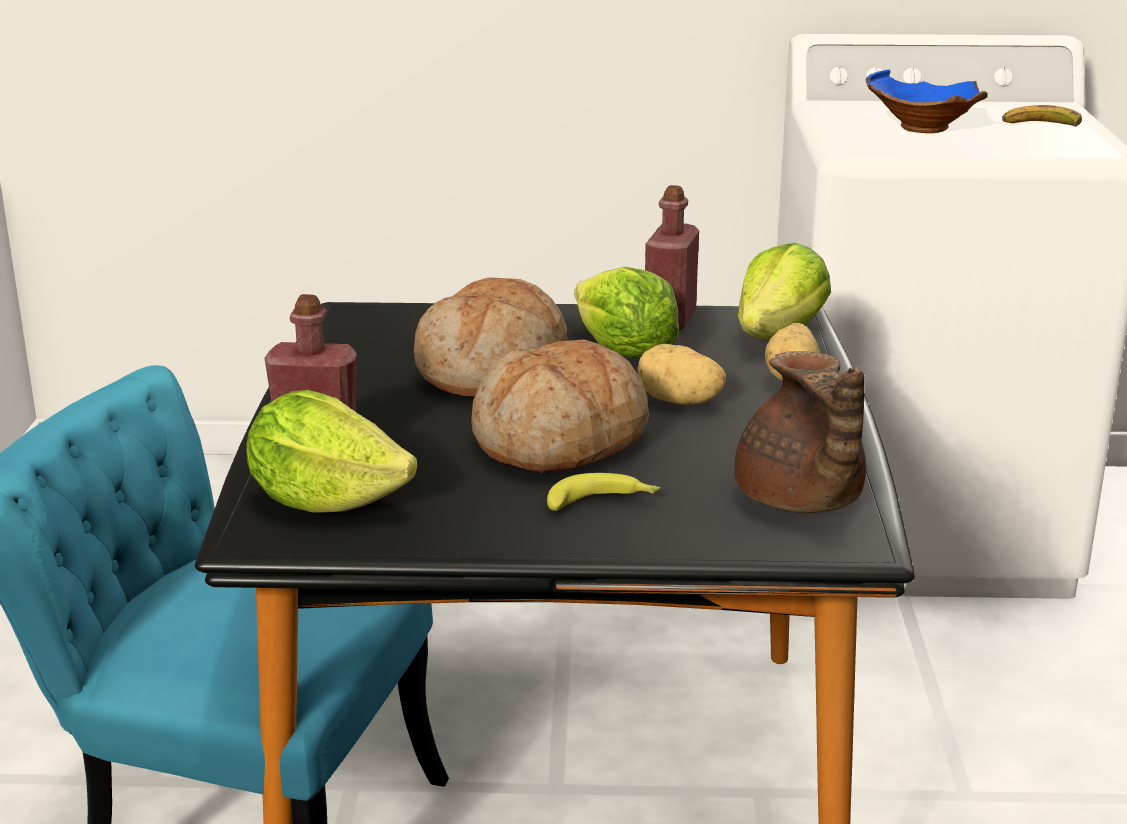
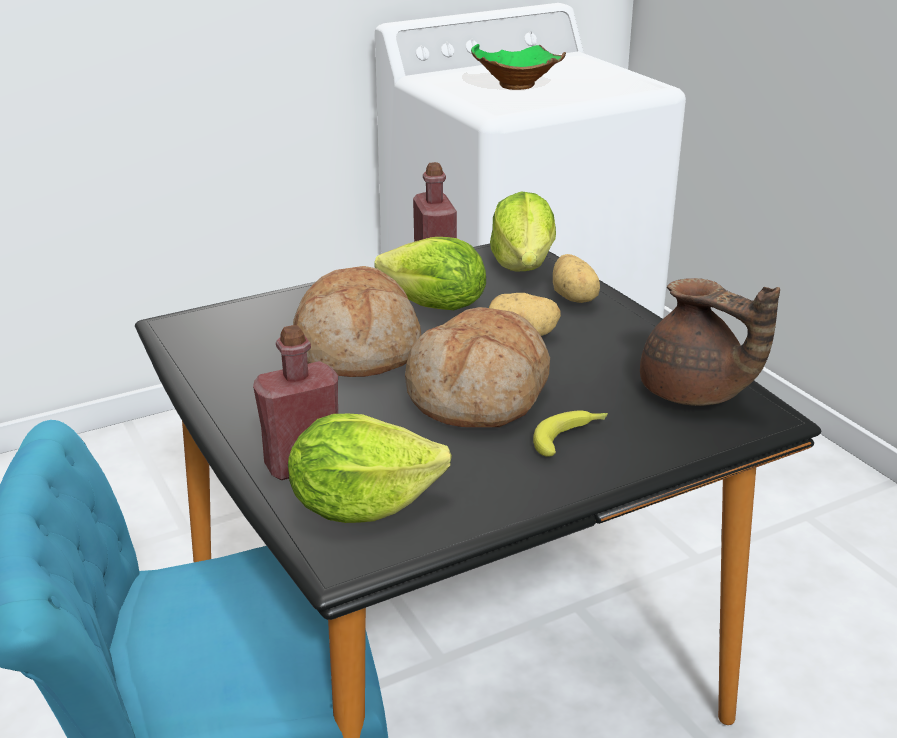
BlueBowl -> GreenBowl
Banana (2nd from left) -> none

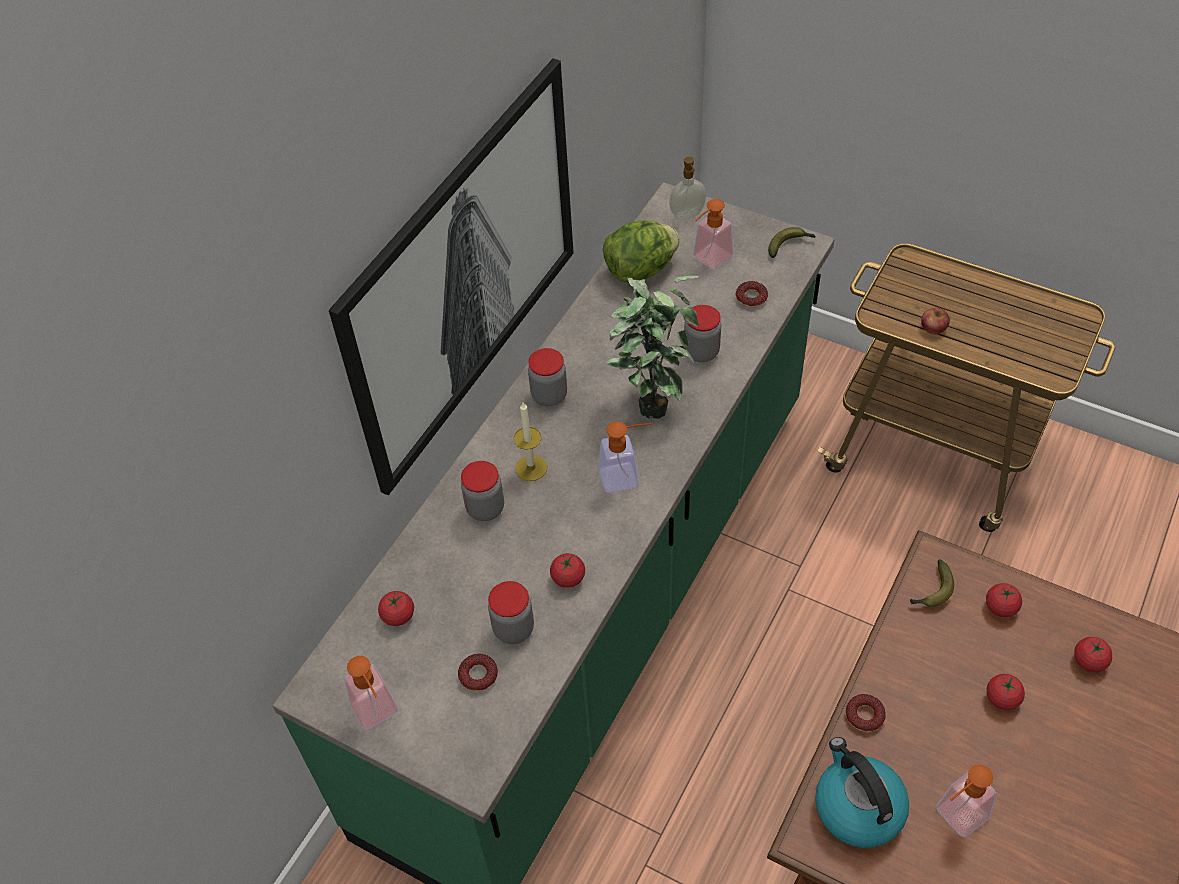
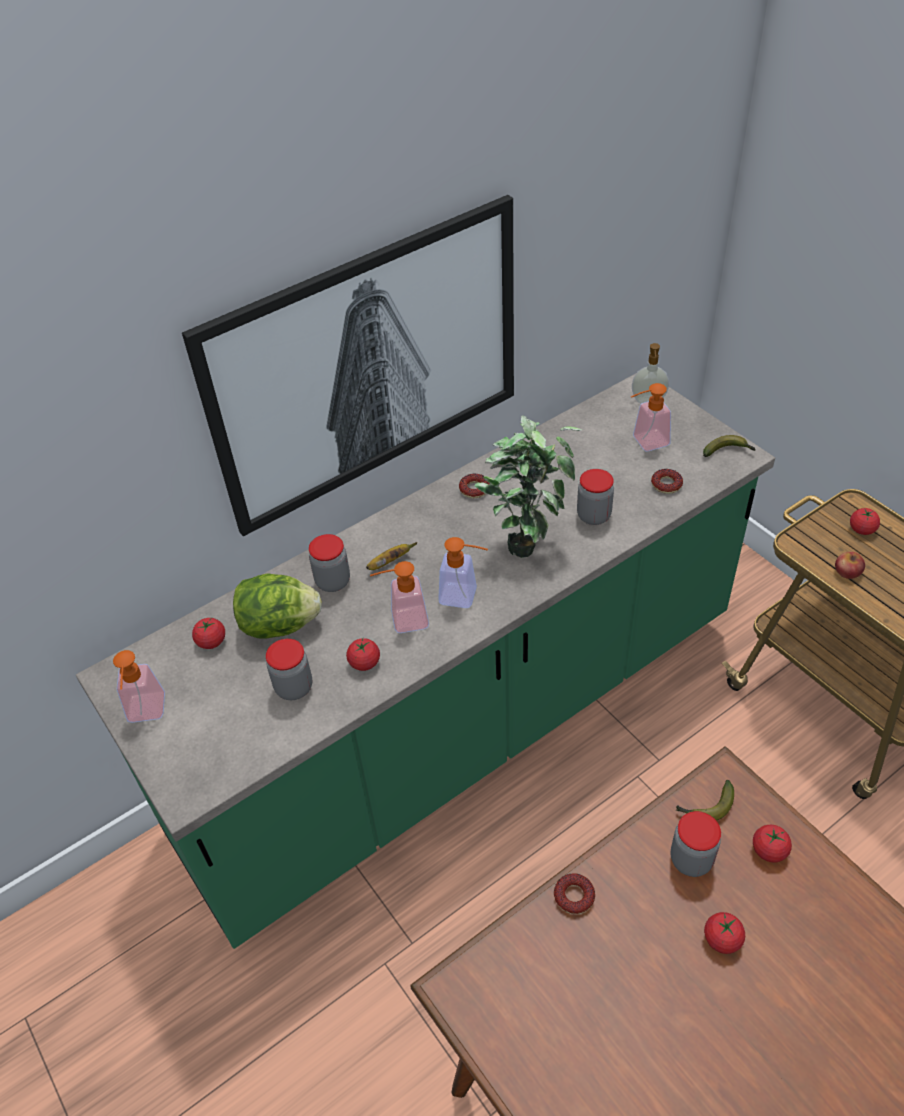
Lettuce, moved
Candle -> Banana (1st from left)
SoapDispenser (5th from left in the first image) -> SoapDispenser (2nd from left), moved
Donut (1st from left), moved
Jar (3rd from left in the first image) -> Jar (4th from left), moved
Tomato (5th from left), moved
Kettle -> none

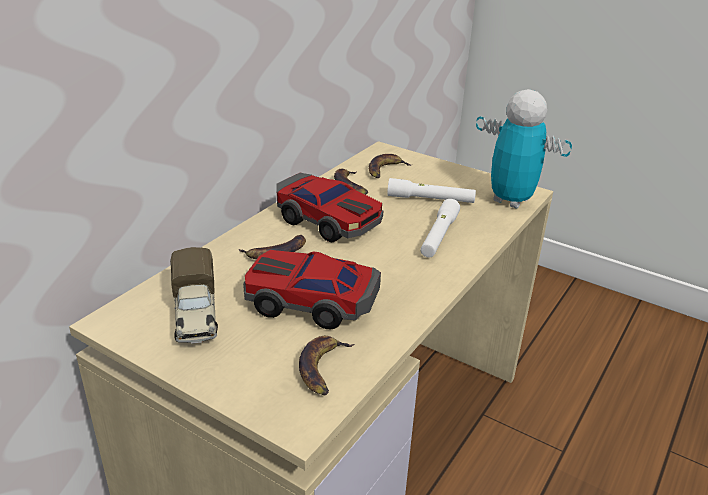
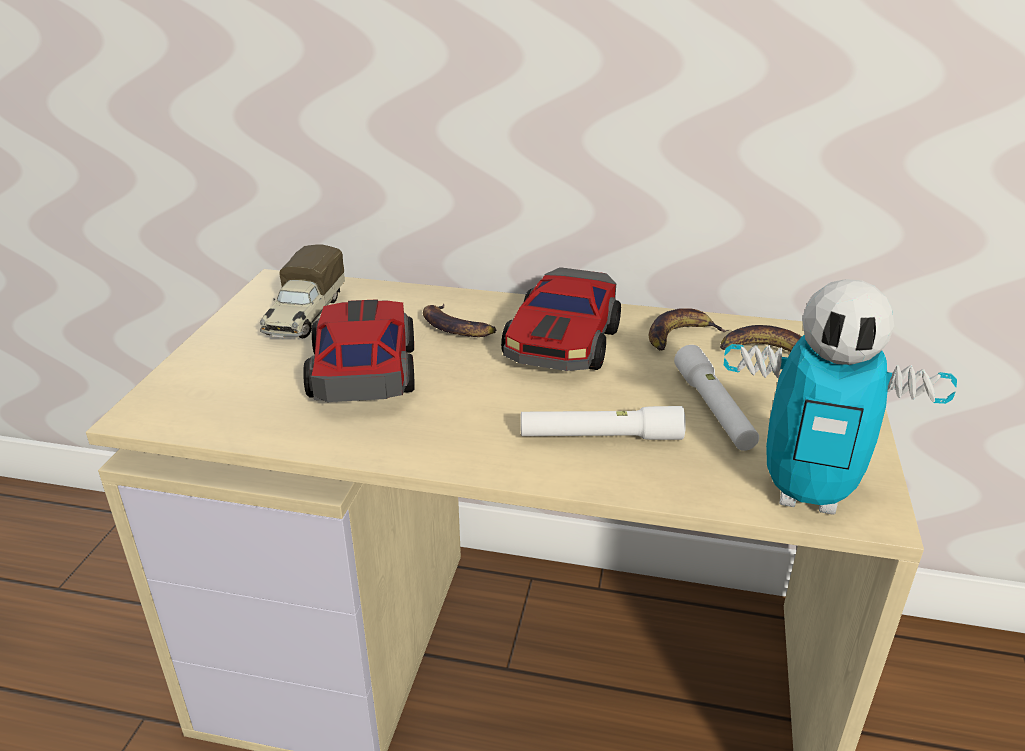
ToyTruck, 45 degrees counterclockwise
ToyRobot, 90 degrees clockwise
Banana (2nd from left) -> none

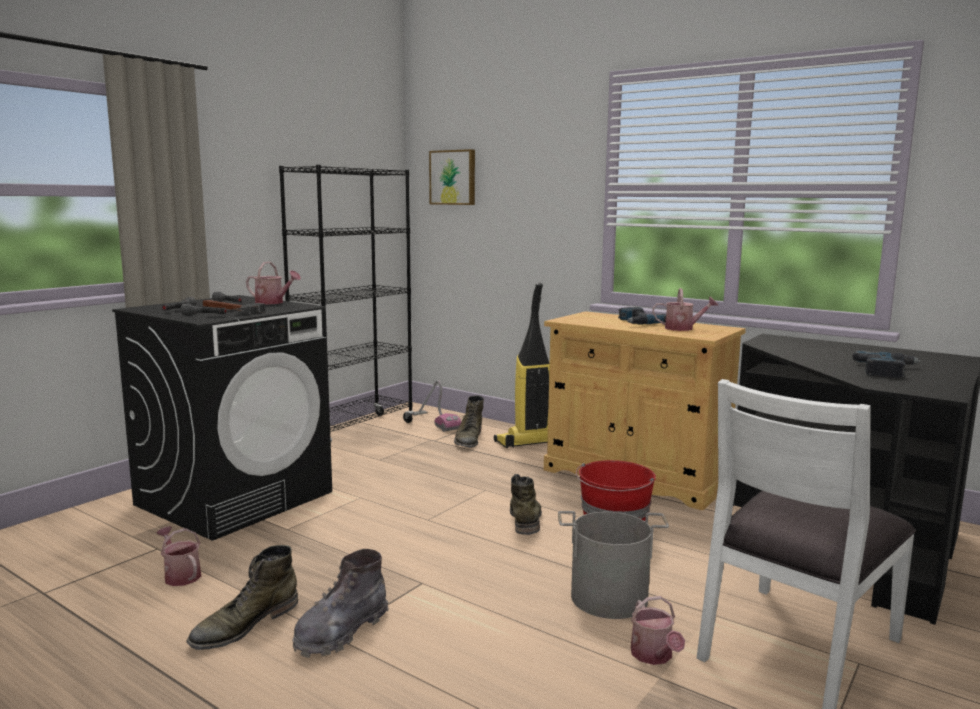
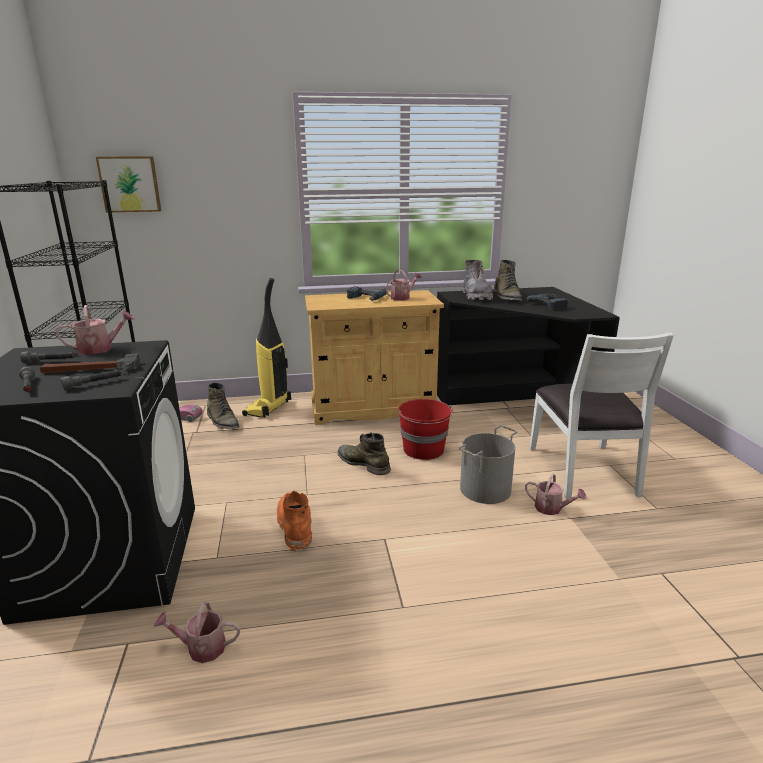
none -> OrangeBoot
GreyBoot, moved
GreenBoot (1st from left in the first image) -> GreenBoot (3rd from left), moved

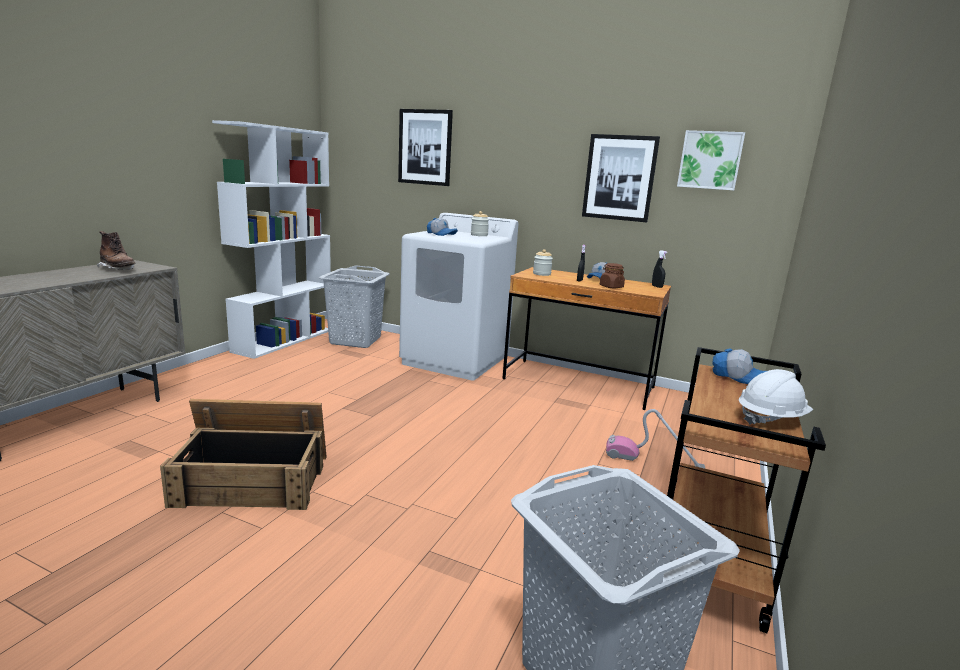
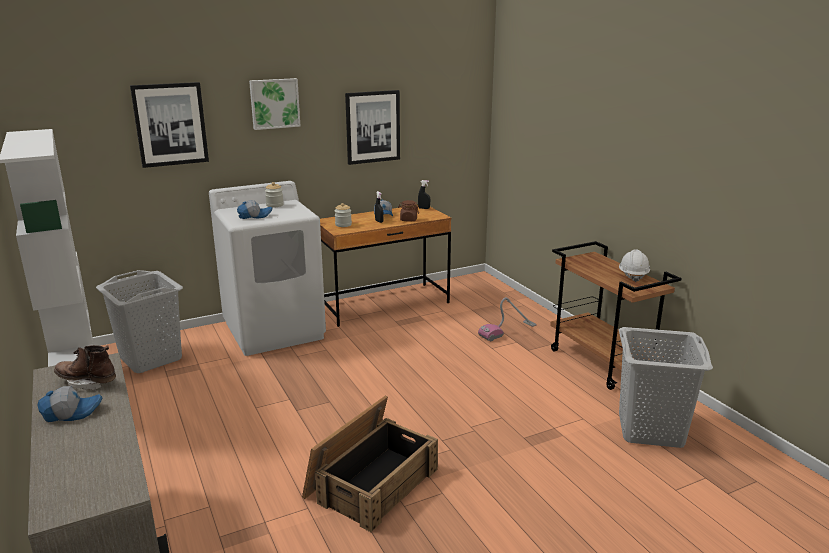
Cap (3rd from left in the first image) -> Cap (1st from left), moved
BrownBoot, 150 degrees counterclockwise
Picture (3rd from left in the first image) -> Picture (2nd from left), moved

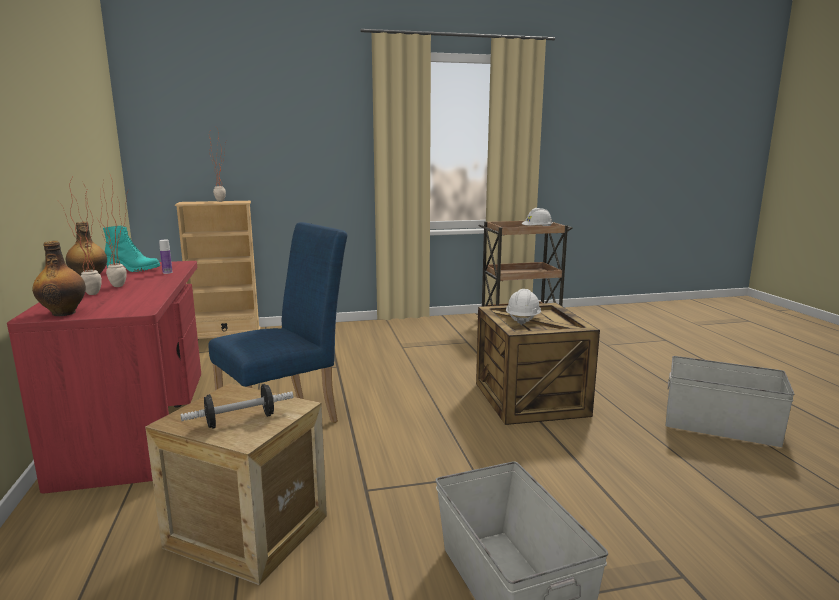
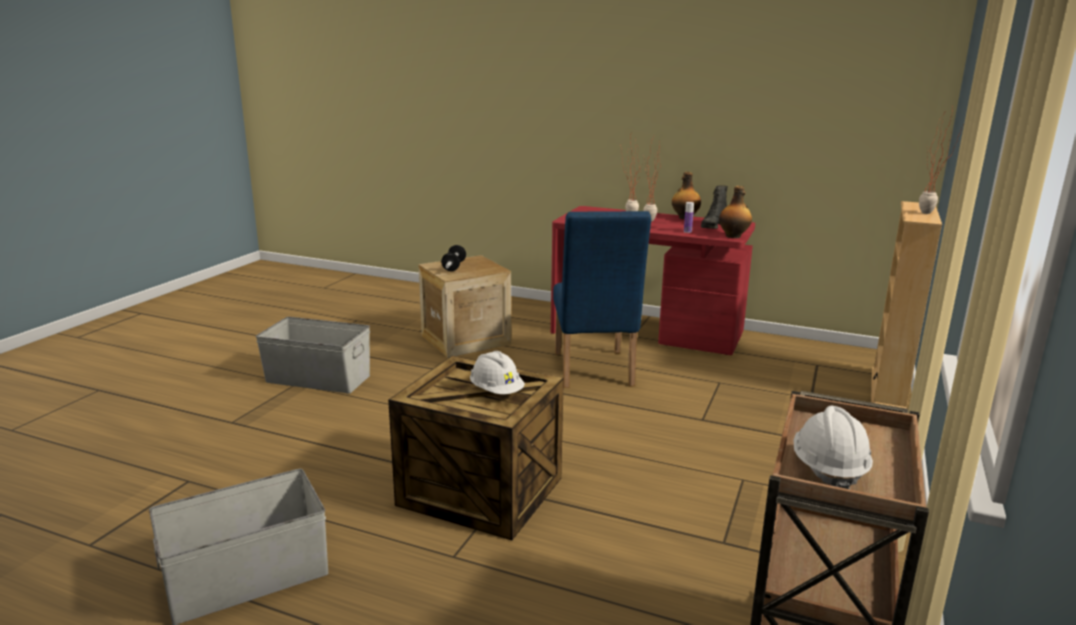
TurquoiseBoot -> BlackBoot
Bottle (1st from left in the first image) -> Bottle (3rd from left), moved

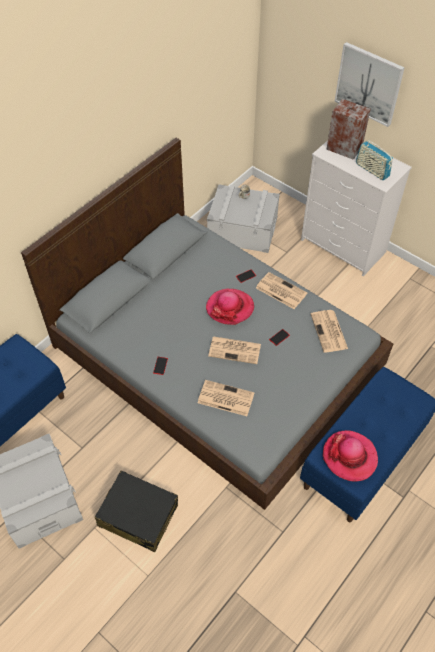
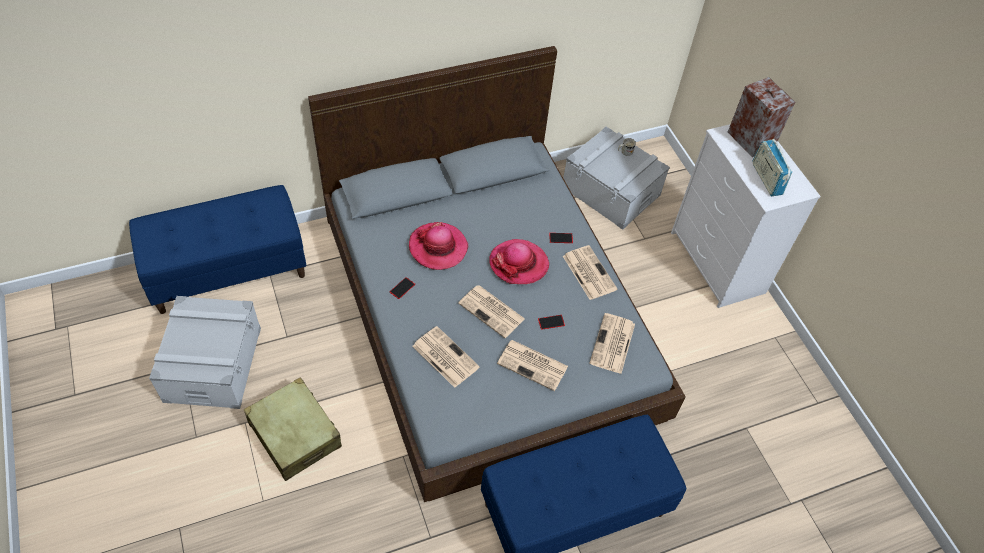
BlackSuitcase -> BeigeSuitcase
Hat (2nd from left in the first image) -> Hat (1st from left), moved
none -> Newspaper (3rd from left)
Picture -> none

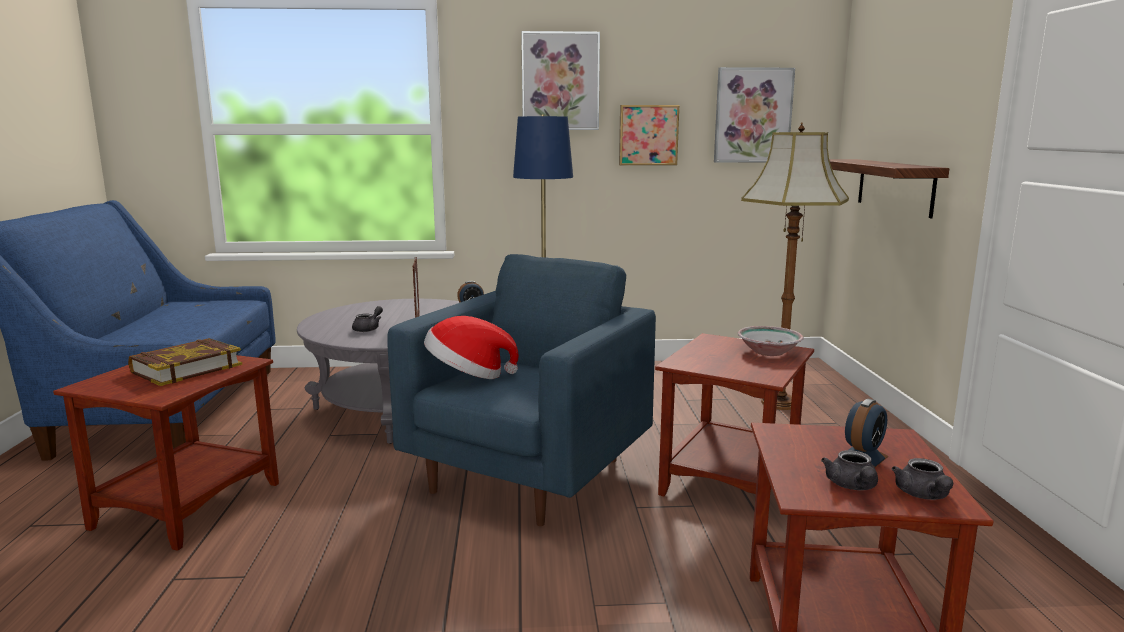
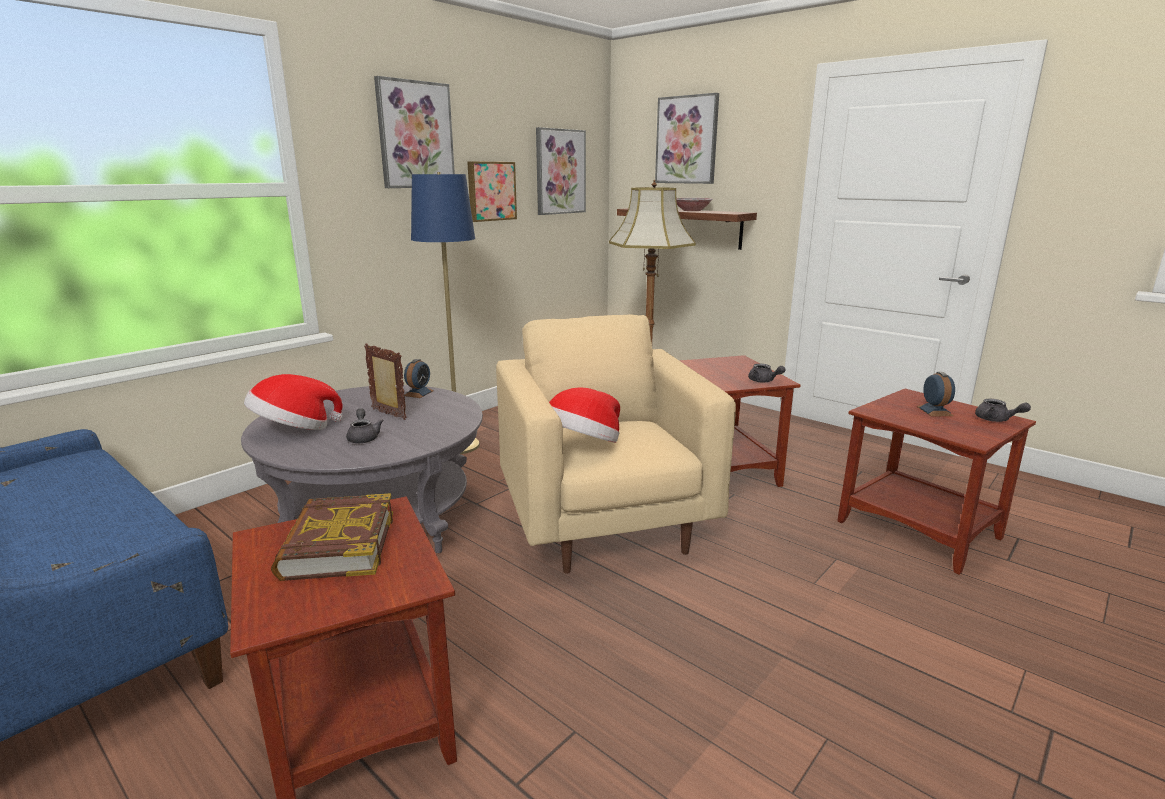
none -> Hat (1st from left)
BlueArmchair -> BeigeArmchair
none -> Picture (4th from left)
Bowl, moved
GreyTeapot (2nd from left), moved

